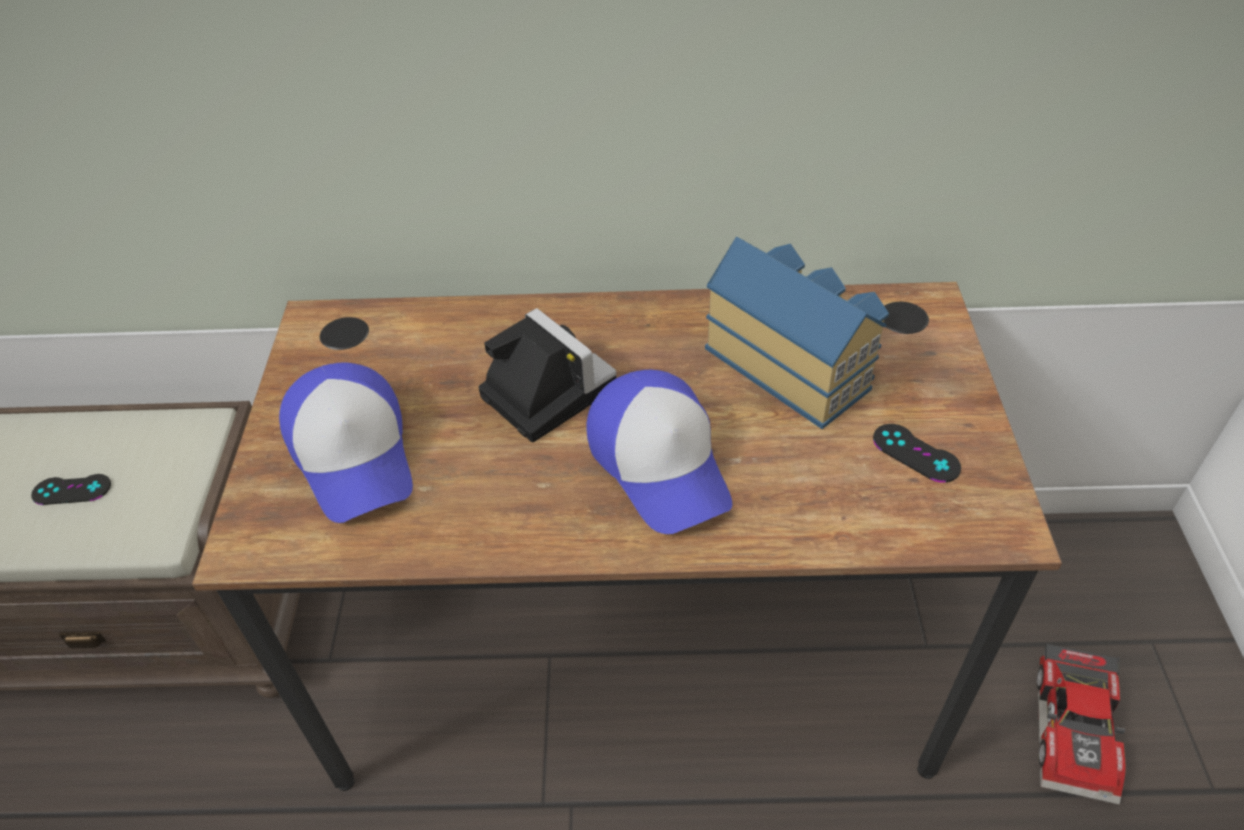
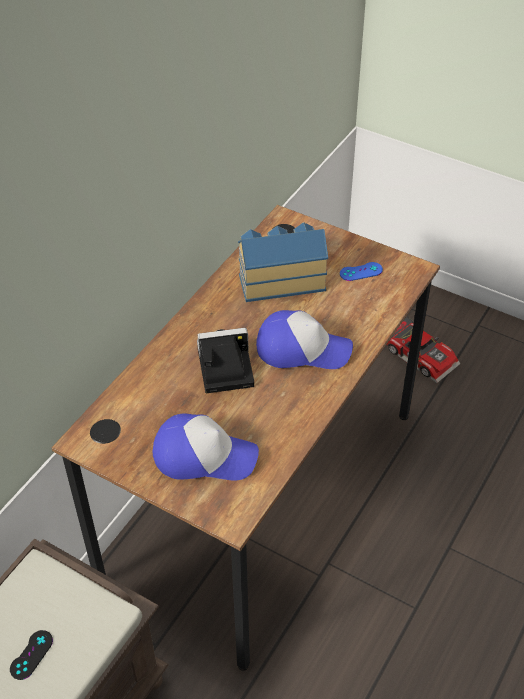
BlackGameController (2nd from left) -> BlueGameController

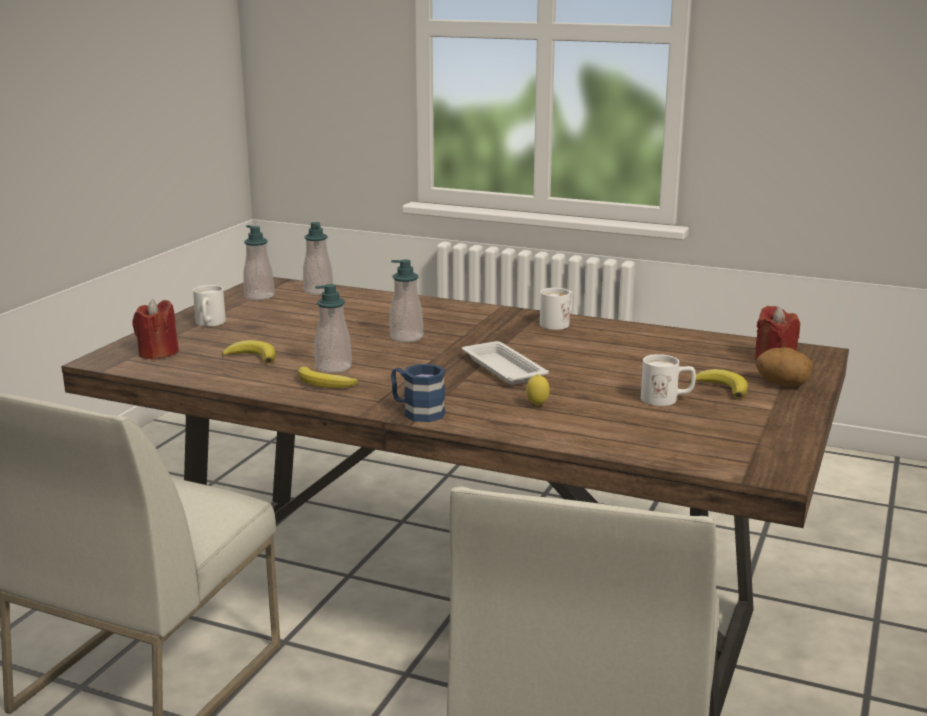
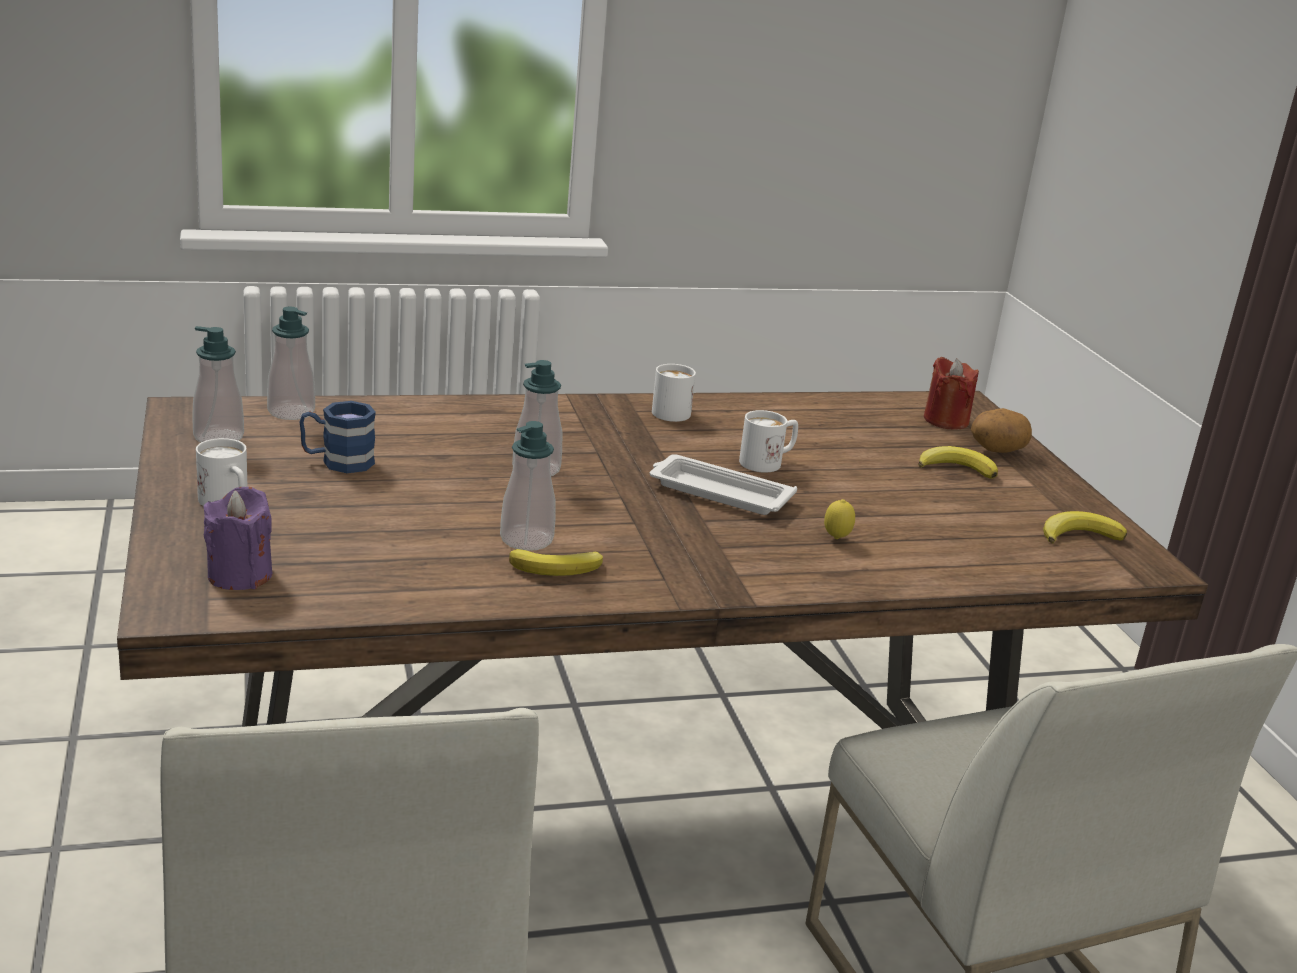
RedCandle (1st from left) -> PurpleCandle
BlueMug, moved
WhiteMug (3rd from left), moved
Banana (1st from left in the first image) -> Banana (3rd from left), moved

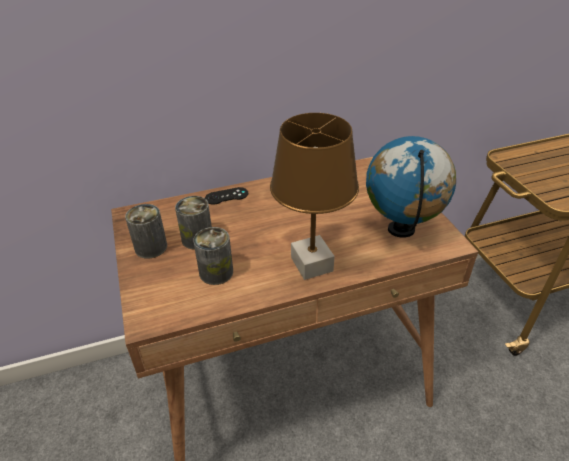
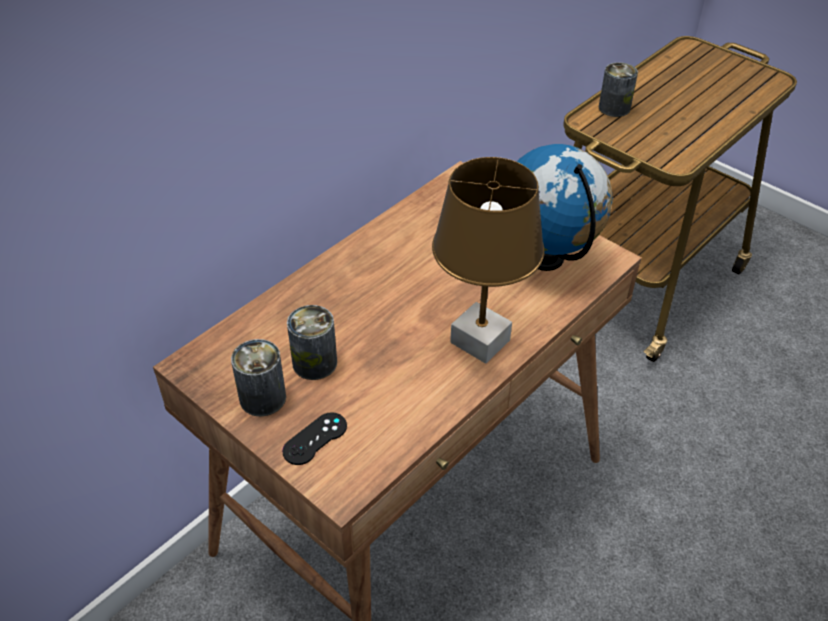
BlackGameController, moved
Can (3rd from left), moved

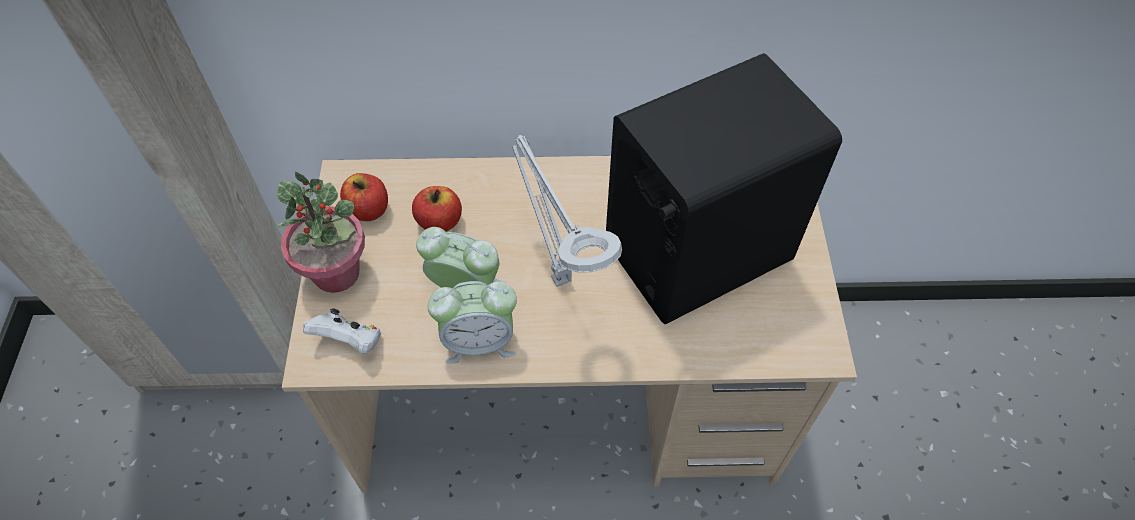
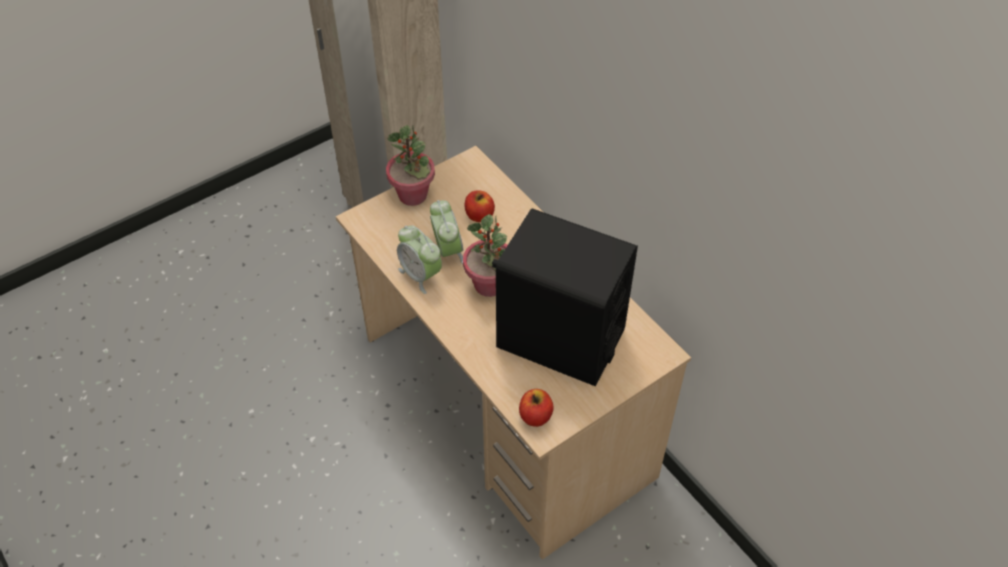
GreyTableLamp -> PottedPlant (2nd from left)
Apple (1st from left in the first image) -> Apple (2nd from left), moved
WhiteGameController -> none

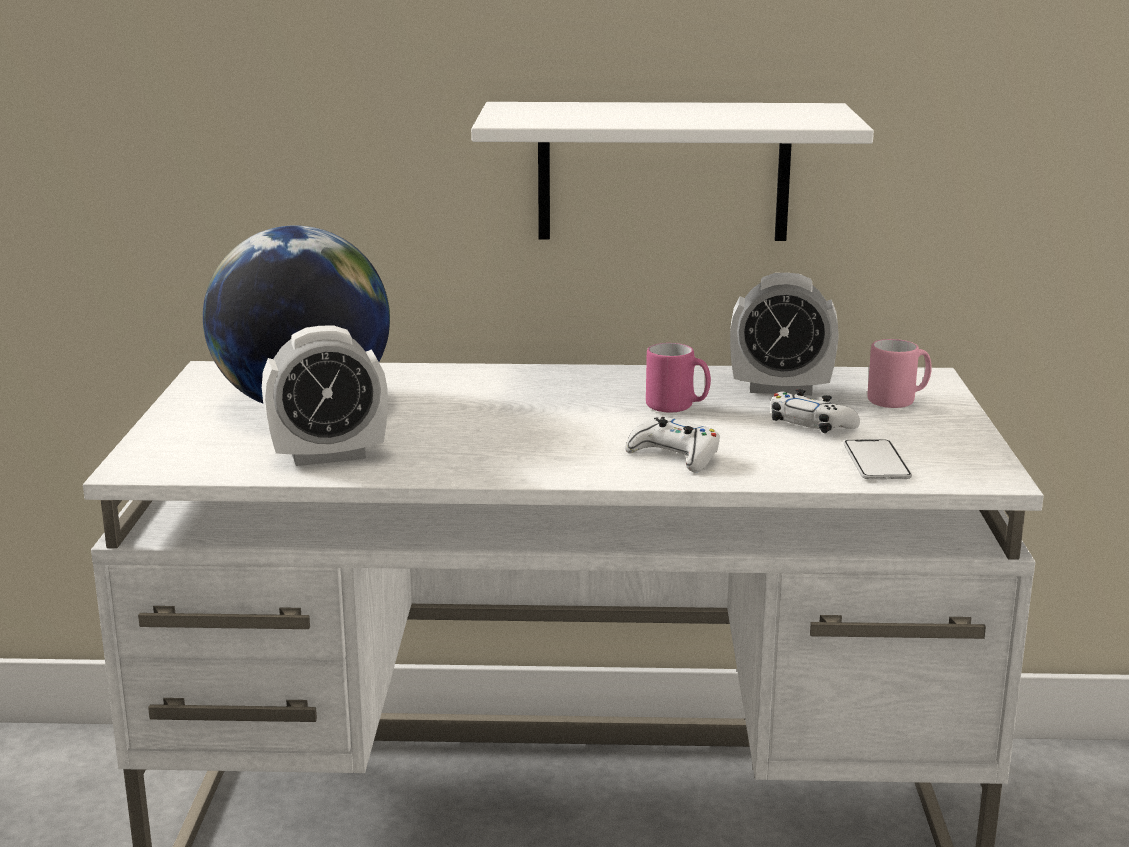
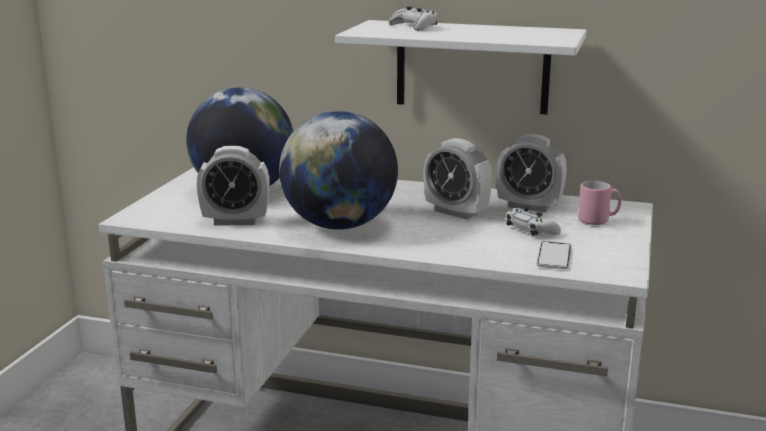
none -> Globe (2nd from left)
WhiteGameController (1st from left), moved
PinkMug (1st from left) -> AlarmClock (2nd from left)

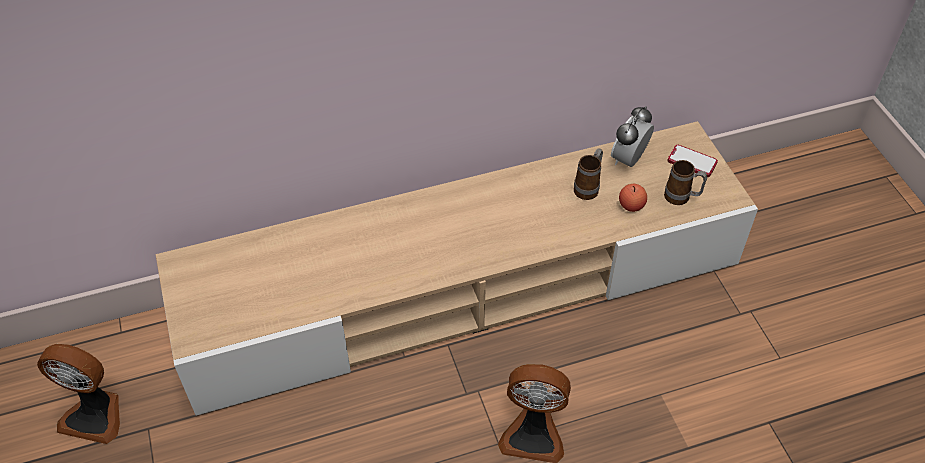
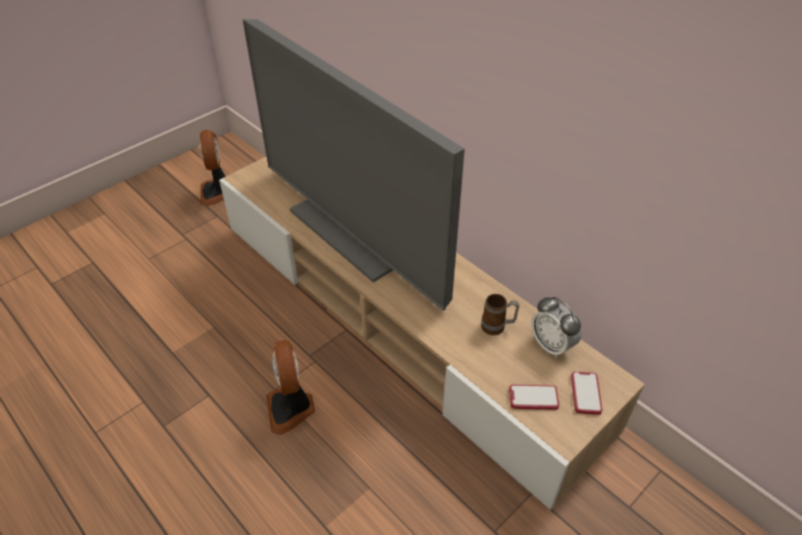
none -> Television
Mug (2nd from left) -> Phone (1st from left)
AlarmClock, 135 degrees counterclockwise
Apple -> none

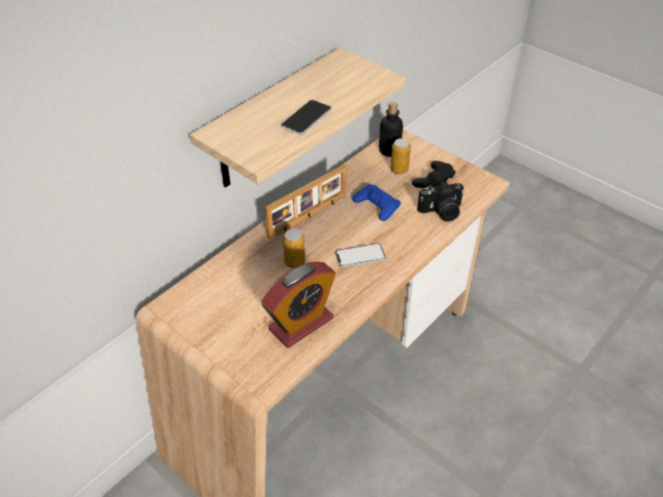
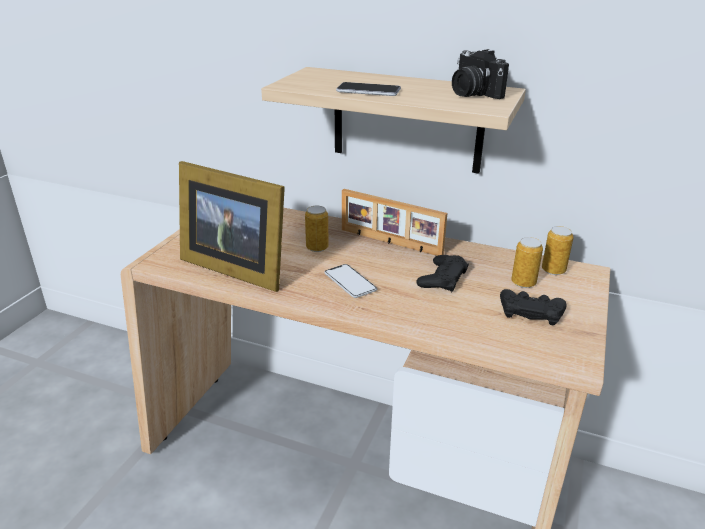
AlarmClock -> PictureFrame (1st from left)
BlueGameController -> BlackGameController (1st from left)
PhotoCamera, moved
Bottle -> Can (3rd from left)

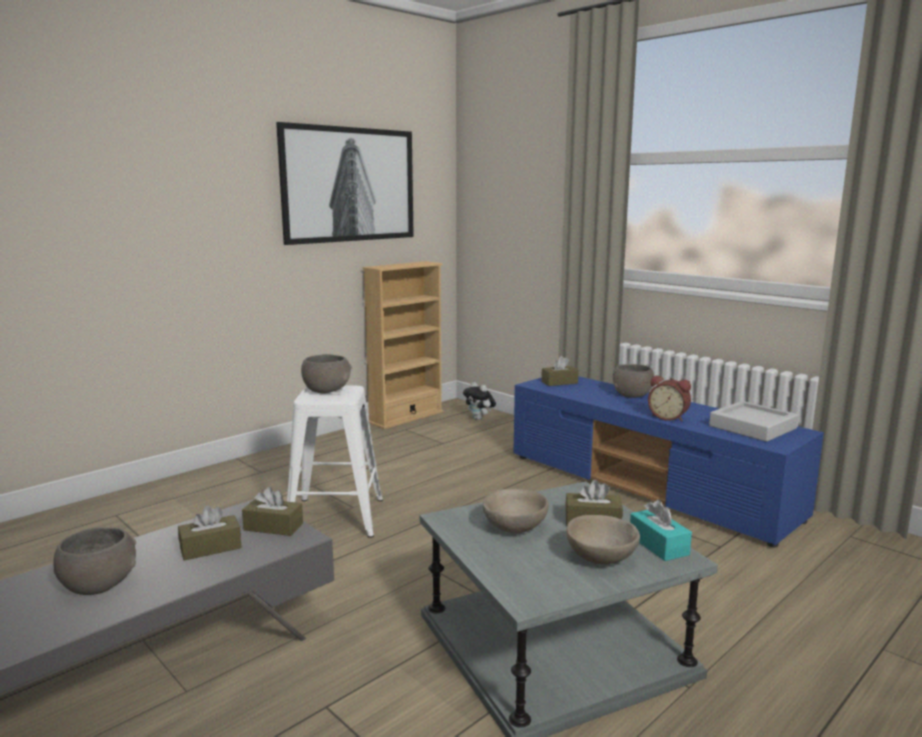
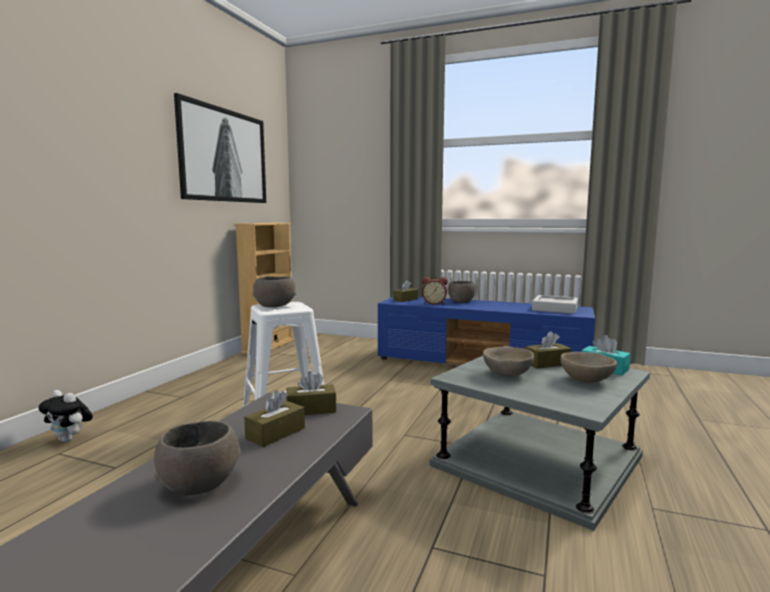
PlushToy, moved
AlarmClock, moved

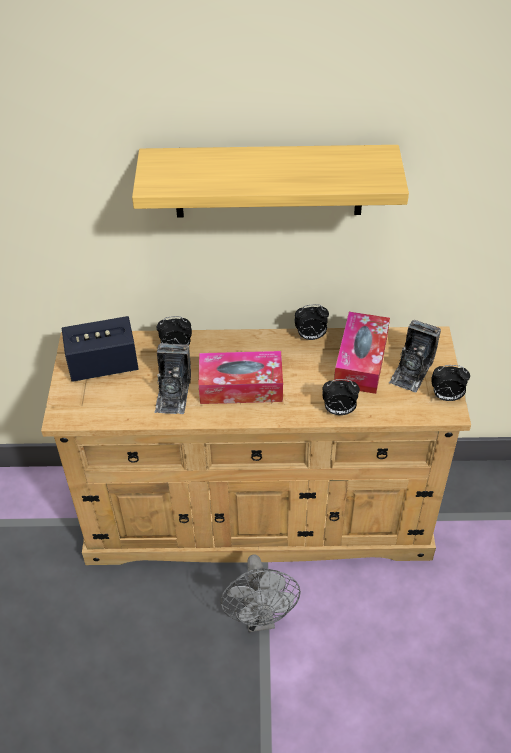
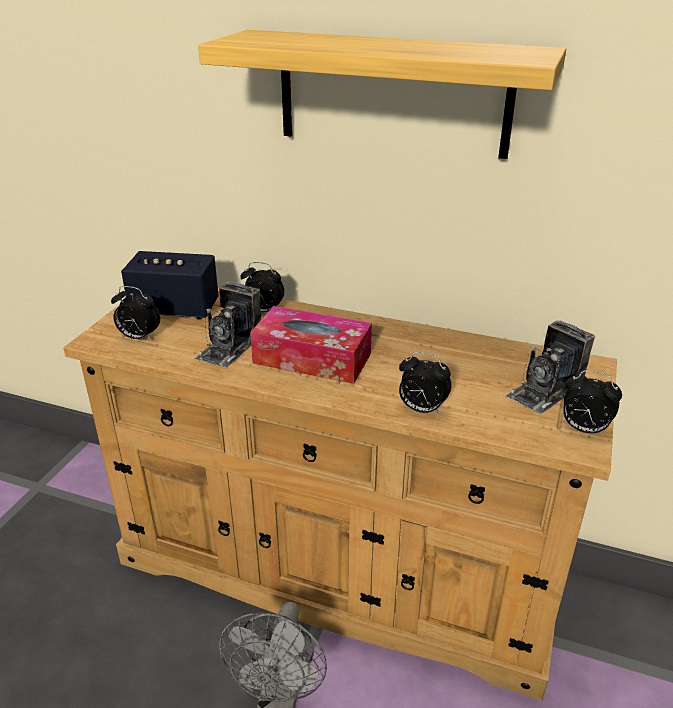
AlarmClock (2nd from left in the first image) -> AlarmClock (1st from left), moved
TissueBox (2nd from left) -> none

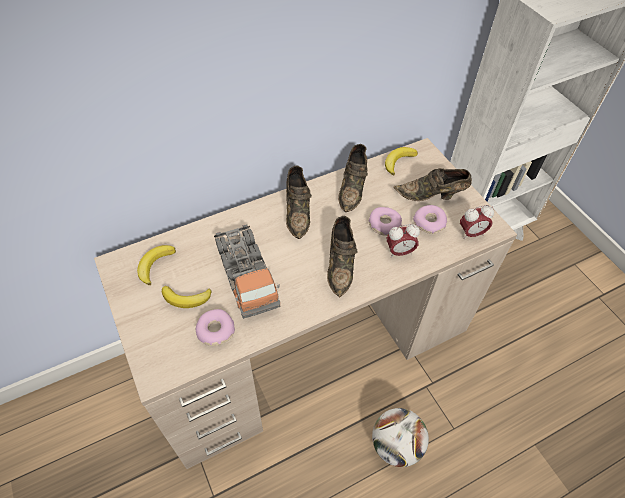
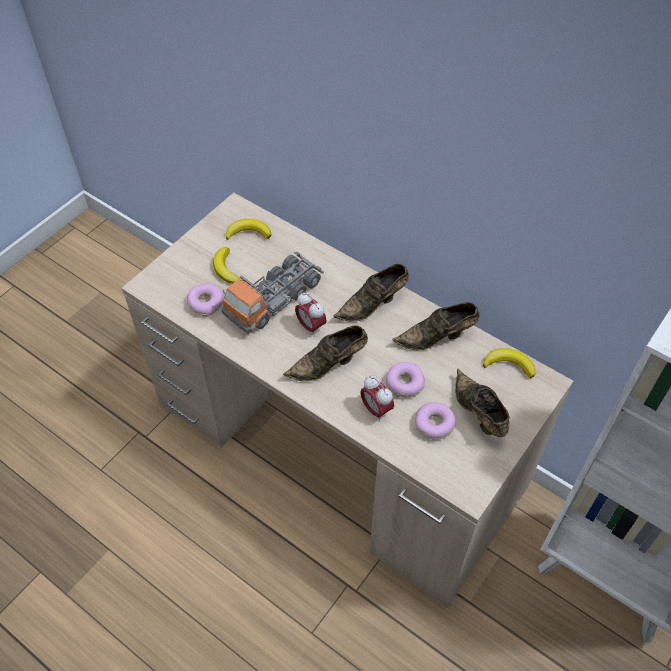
AlarmClock (2nd from left in the first image) -> AlarmClock (1st from left), moved
Football -> none

